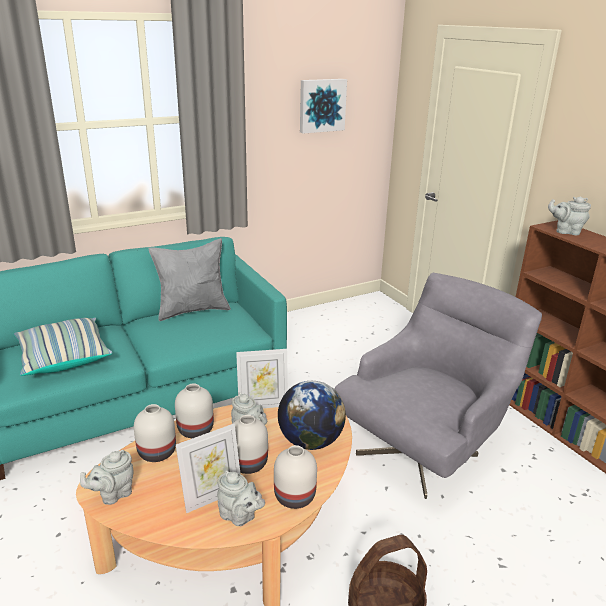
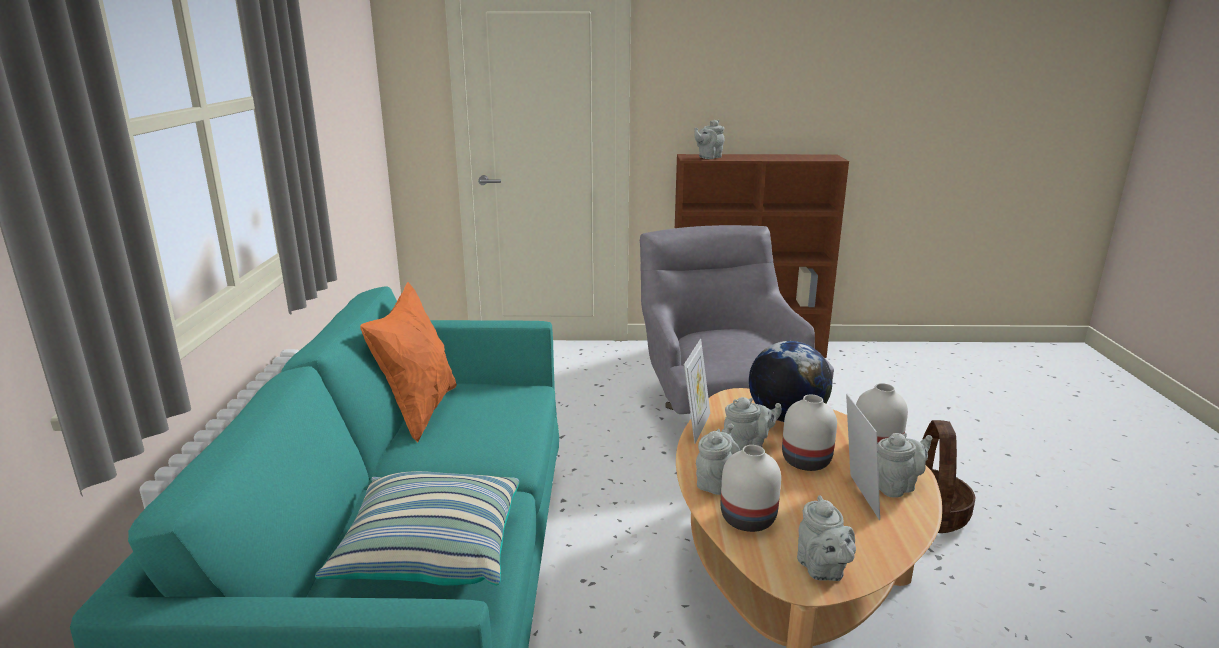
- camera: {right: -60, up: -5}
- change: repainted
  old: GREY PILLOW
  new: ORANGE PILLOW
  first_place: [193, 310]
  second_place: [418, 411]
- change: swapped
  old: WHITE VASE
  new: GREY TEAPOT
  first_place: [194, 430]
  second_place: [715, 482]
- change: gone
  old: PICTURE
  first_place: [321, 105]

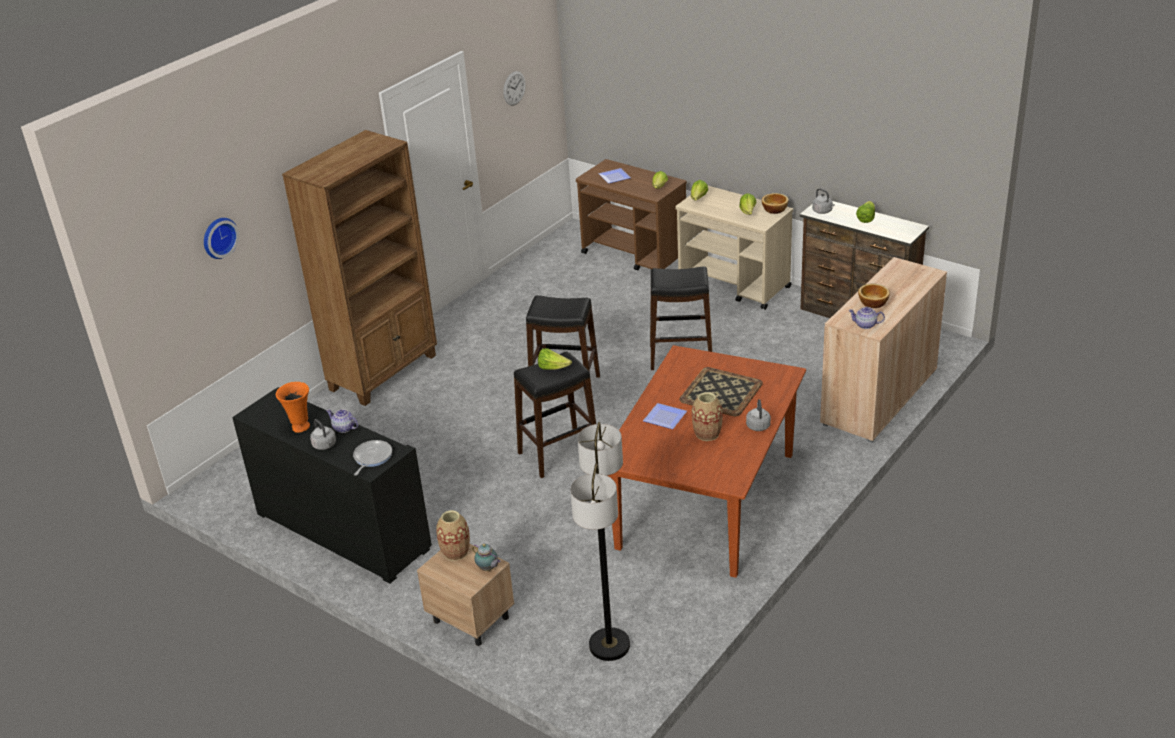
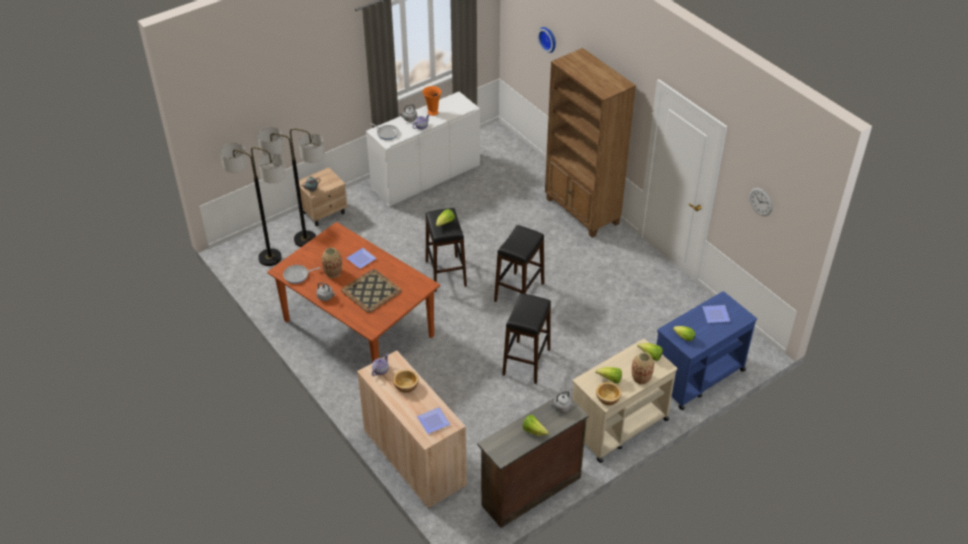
- camera: {right: 105, up: 10}
- change: new
  new: FLOOR LAMP
  second_place: [305, 239]
- change: new
  new: FRYING PAN
  second_place: [297, 275]
- change: repainted
  old: BLACK CABINET
  new: WHITE CABINET
  first_place: [343, 531]
  second_place: [426, 177]
- change: new
  new: PLATE
  second_place: [434, 422]
- change: shifted
  old: VASE
  first_place: [455, 552]
  second_place: [641, 378]
- change: repainted
  old: BROWN CART
  new: BLUE CART
  first_place: [635, 255]
  second_place: [696, 376]

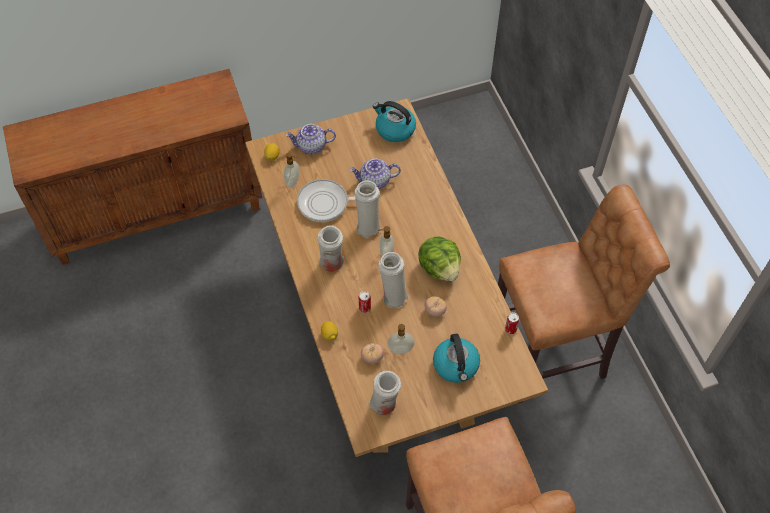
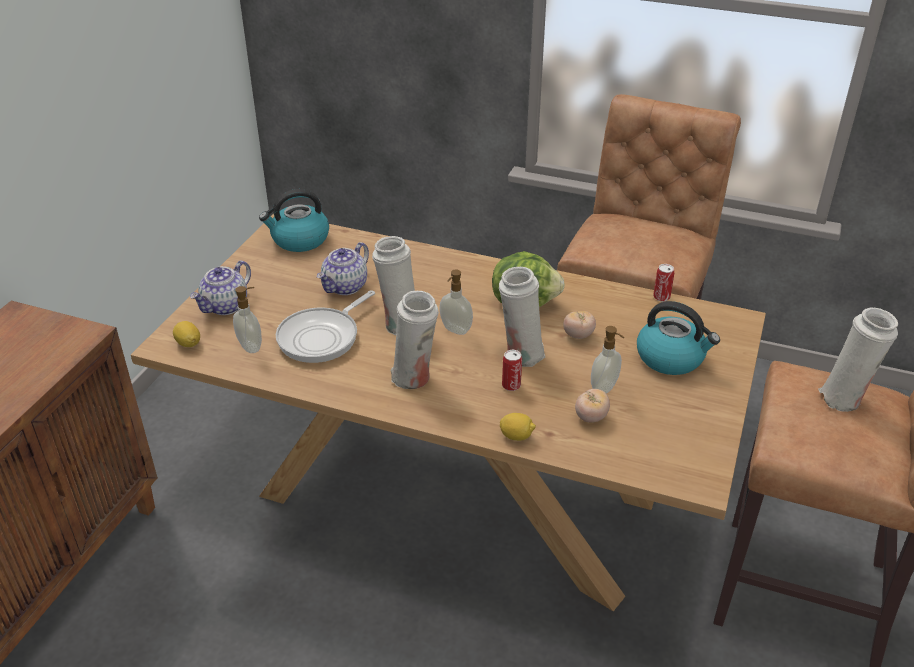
- camera: {right: -50, up: -20}
- change: shifted
  old: WHITE VASE
  first_place: [385, 406]
  second_place: [845, 399]

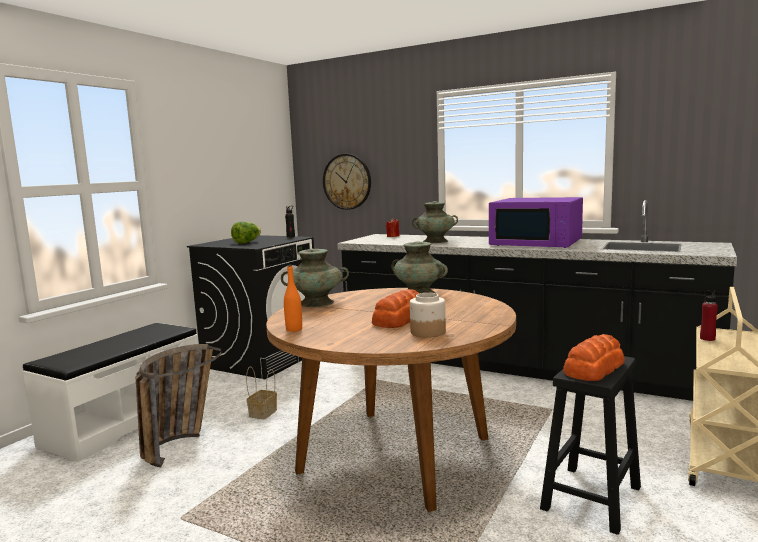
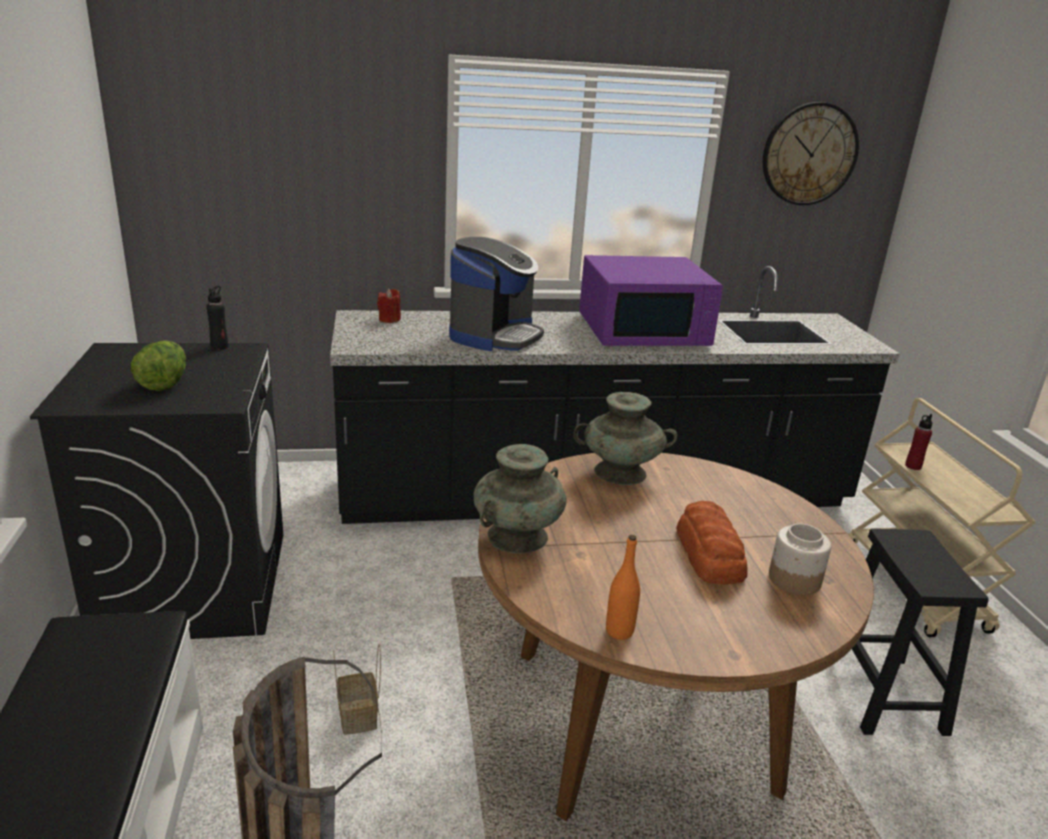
- camera: {right: -40, up: 15}
- change: swapped
  old: TURQUOISE VASE
  new: COFFEE MACHINE
  first_place: [435, 241]
  second_place: [495, 335]
- change: shifted
  old: WALL CLOCK
  first_place: [347, 181]
  second_place: [809, 154]
- change: gone
  old: BREAD
  first_place: [593, 369]

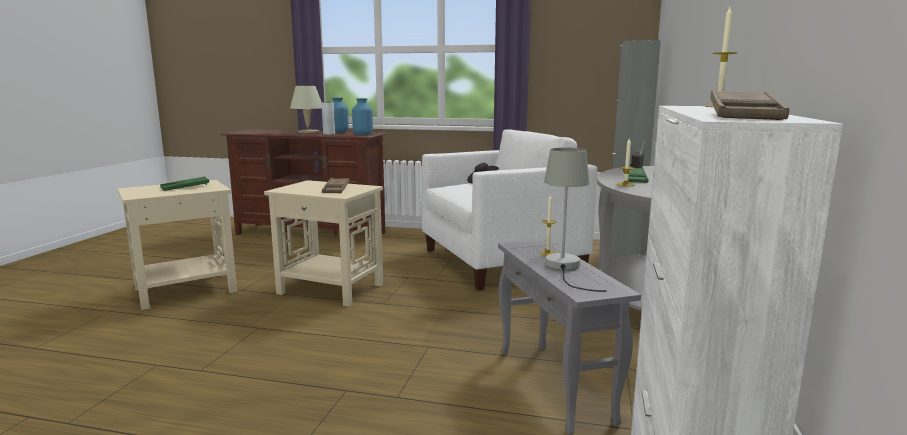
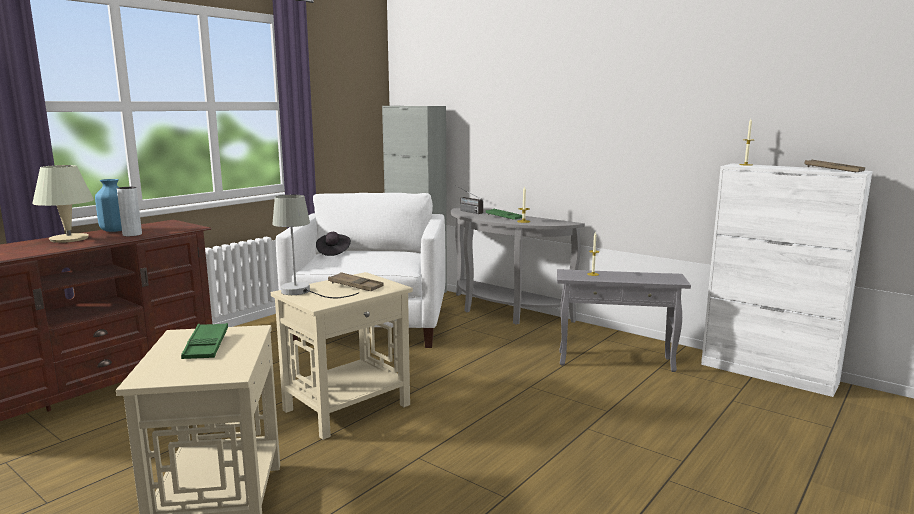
- camera: {right: -65, up: 0}
- change: shifted
  old: GREY TABLE LAMP
  first_place: [565, 268]
  second_place: [303, 292]
- change: gone
  old: BLUE VASE
  first_place: [362, 134]

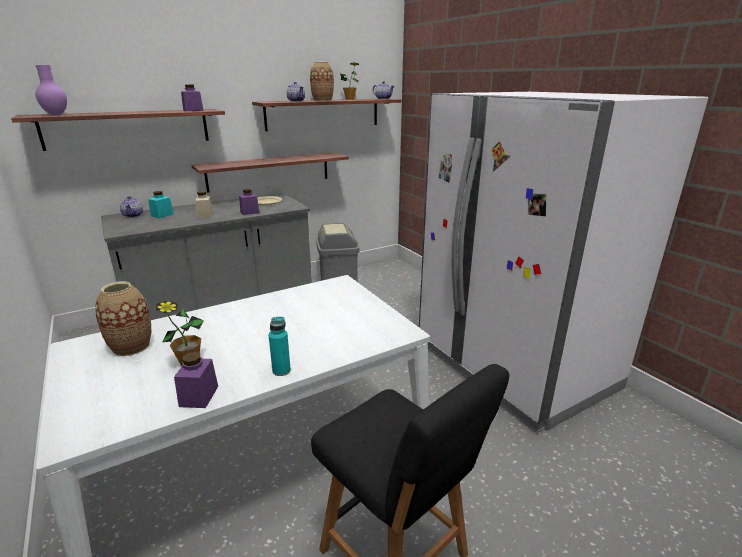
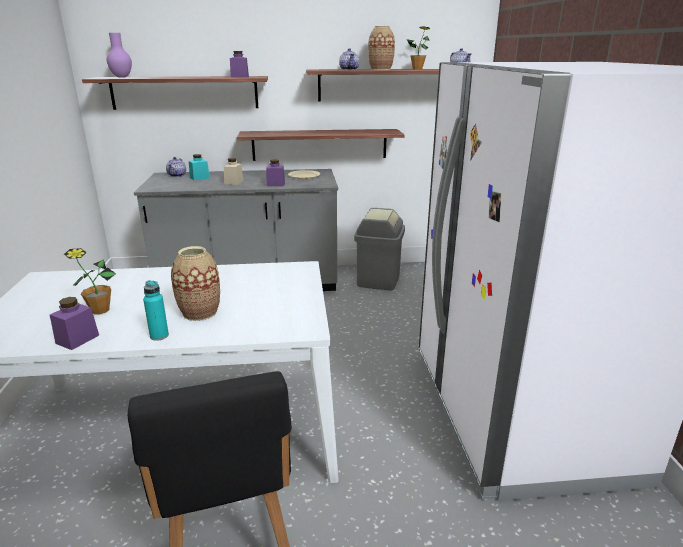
- camera: {right: 25, up: 0}
- change: shifted
  old: VASE
  first_place: [131, 346]
  second_place: [200, 312]

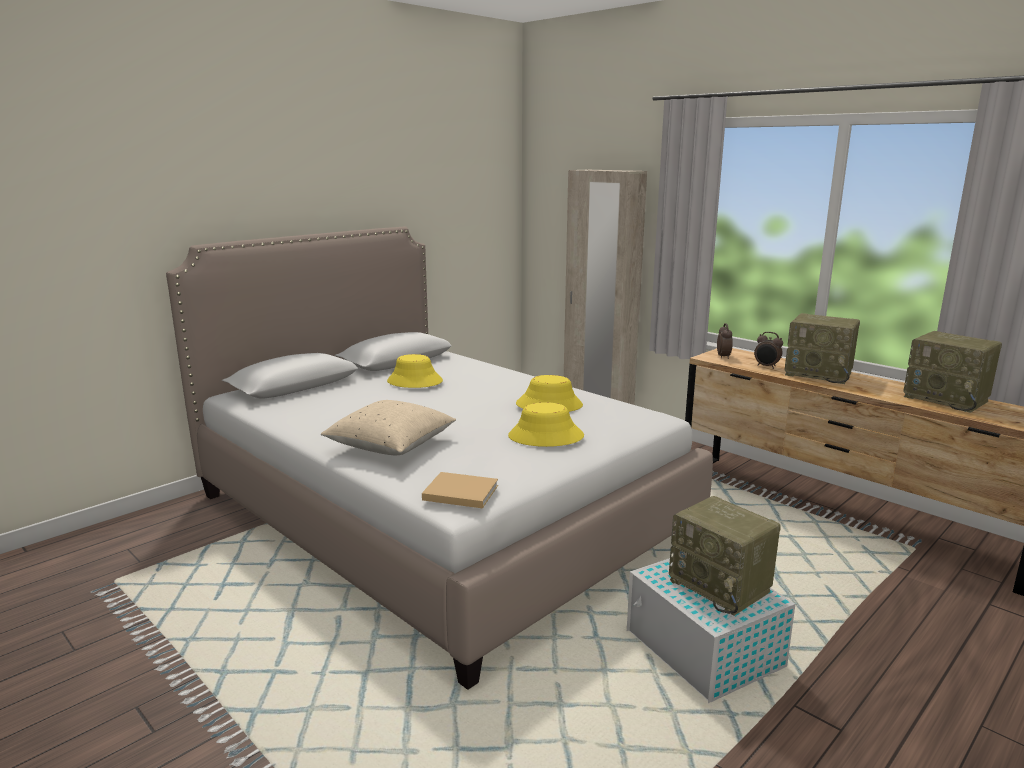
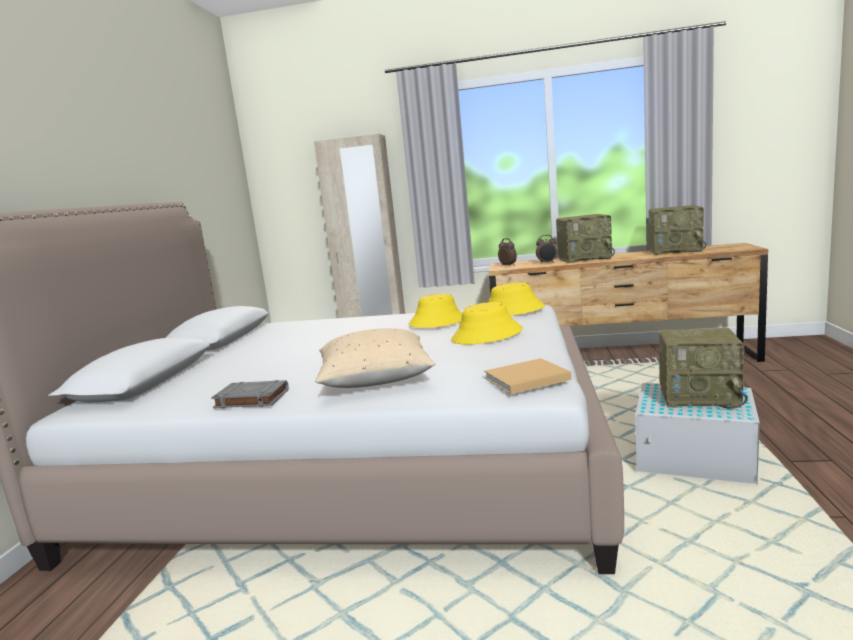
- camera: {right: -35, up: -5}
- change: new
  new: GREY BOOK
  second_place: [251, 399]
- change: shifted
  old: YELLOW HAT
  first_place: [414, 381]
  second_place: [512, 311]

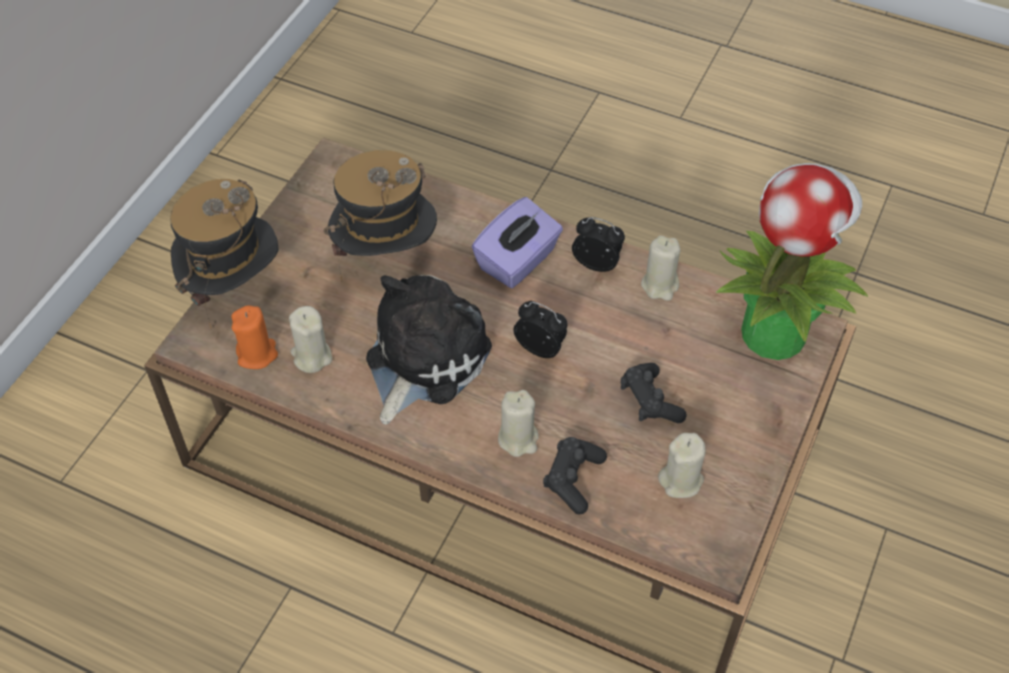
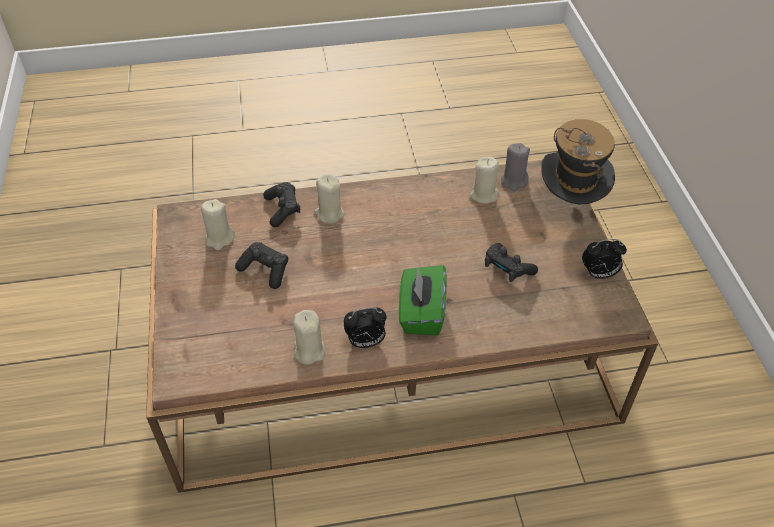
- camera: {right: 145, up: -5}
- change: repainted
  old: PURPLE TISSUE BOX
  new: GREEN TISSUE BOX
  first_place: [518, 261]
  second_place: [421, 313]
- change: swapped
  old: HAT
  new: BLACK GAME CONTROLLER
  first_place: [386, 257]
  second_place: [507, 269]
- change: repainted
  old: ORANGE CANDLE
  new: GREY CANDLE
  first_place: [257, 354]
  second_place: [514, 181]
- change: shifted
  old: ALARM CLOCK
  first_place: [541, 348]
  second_place: [598, 274]
- change: gone
  old: PLUSH TOY
  first_place: [422, 359]
- change: gone
  old: POTTED PLANT
  first_place: [774, 331]

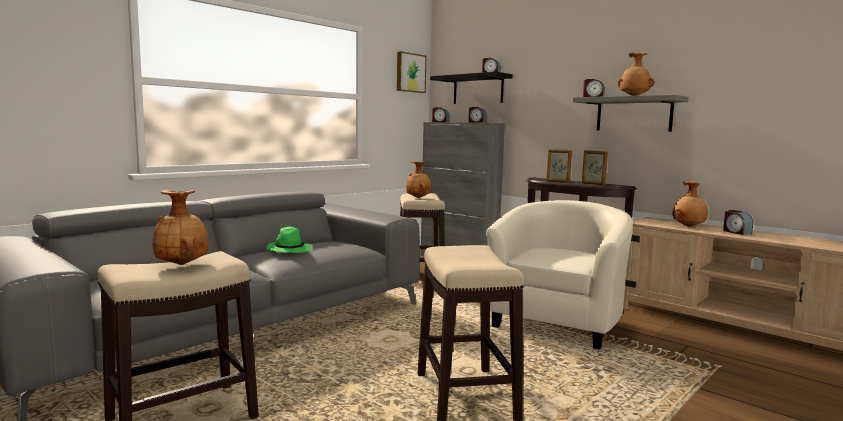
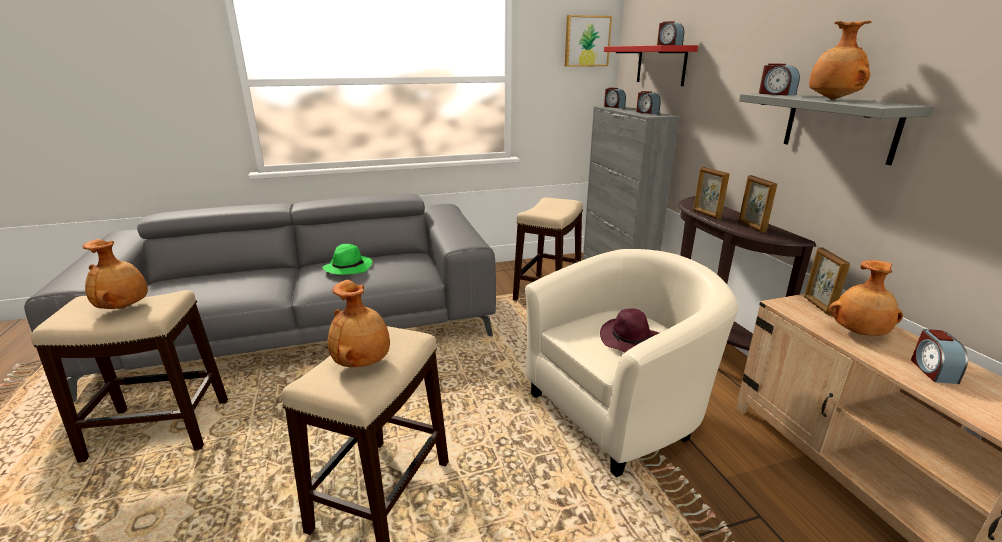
- camera: {right: 30, up: 15}
- change: shifted
  old: BROWN VASE
  first_place: [418, 198]
  second_place: [363, 363]
- change: new
  new: PURPLE HAT
  second_place: [631, 340]
- change: repainted
  old: BLACK SHELF
  new: RED SHELF
  first_place: [478, 89]
  second_place: [661, 65]
- change: new
  new: PICTURE FRAME
  second_place: [817, 306]

